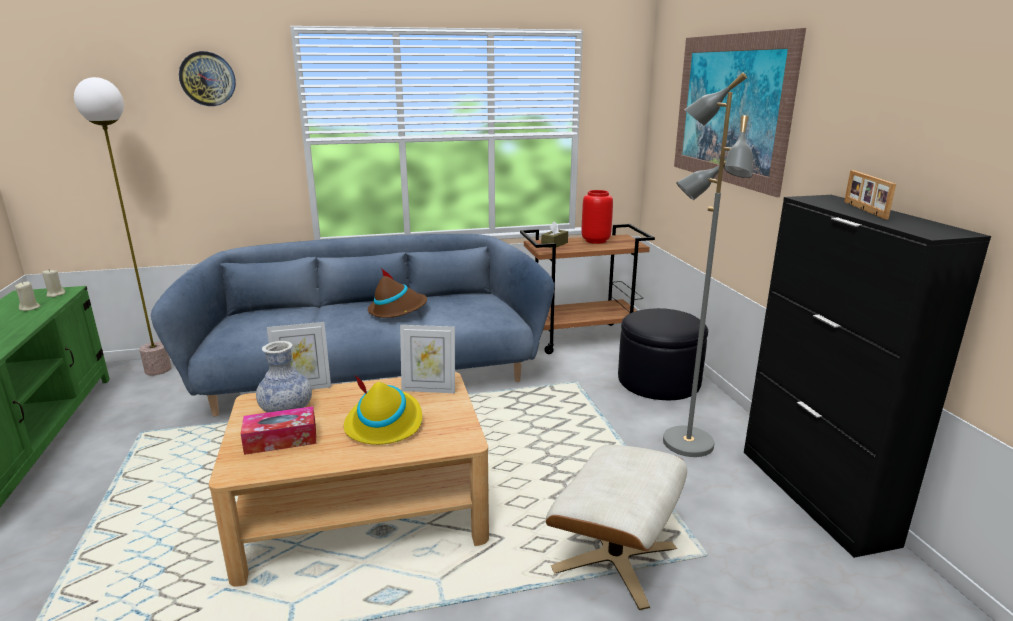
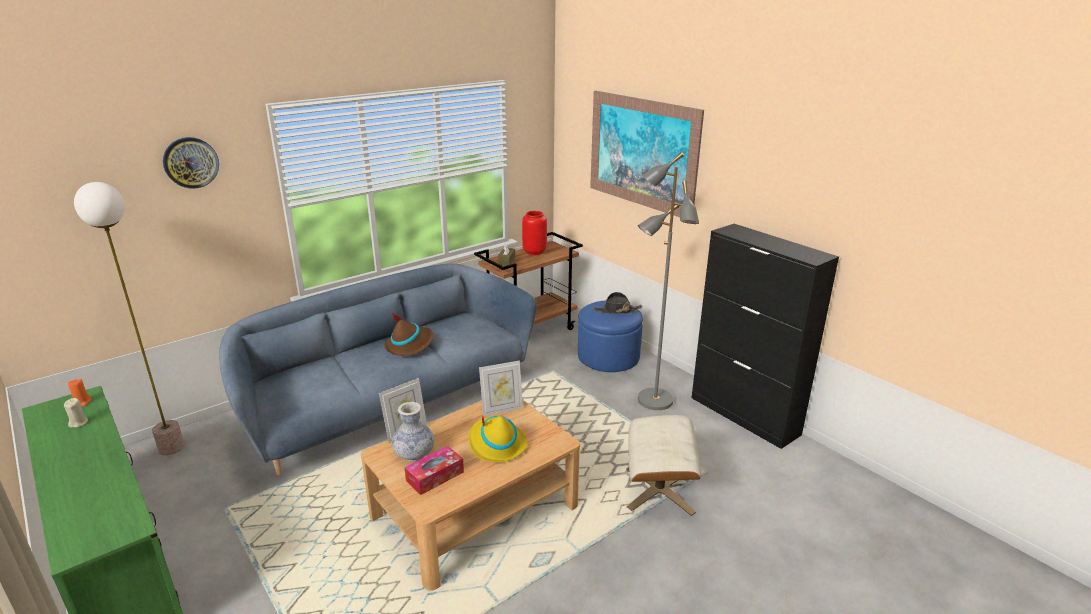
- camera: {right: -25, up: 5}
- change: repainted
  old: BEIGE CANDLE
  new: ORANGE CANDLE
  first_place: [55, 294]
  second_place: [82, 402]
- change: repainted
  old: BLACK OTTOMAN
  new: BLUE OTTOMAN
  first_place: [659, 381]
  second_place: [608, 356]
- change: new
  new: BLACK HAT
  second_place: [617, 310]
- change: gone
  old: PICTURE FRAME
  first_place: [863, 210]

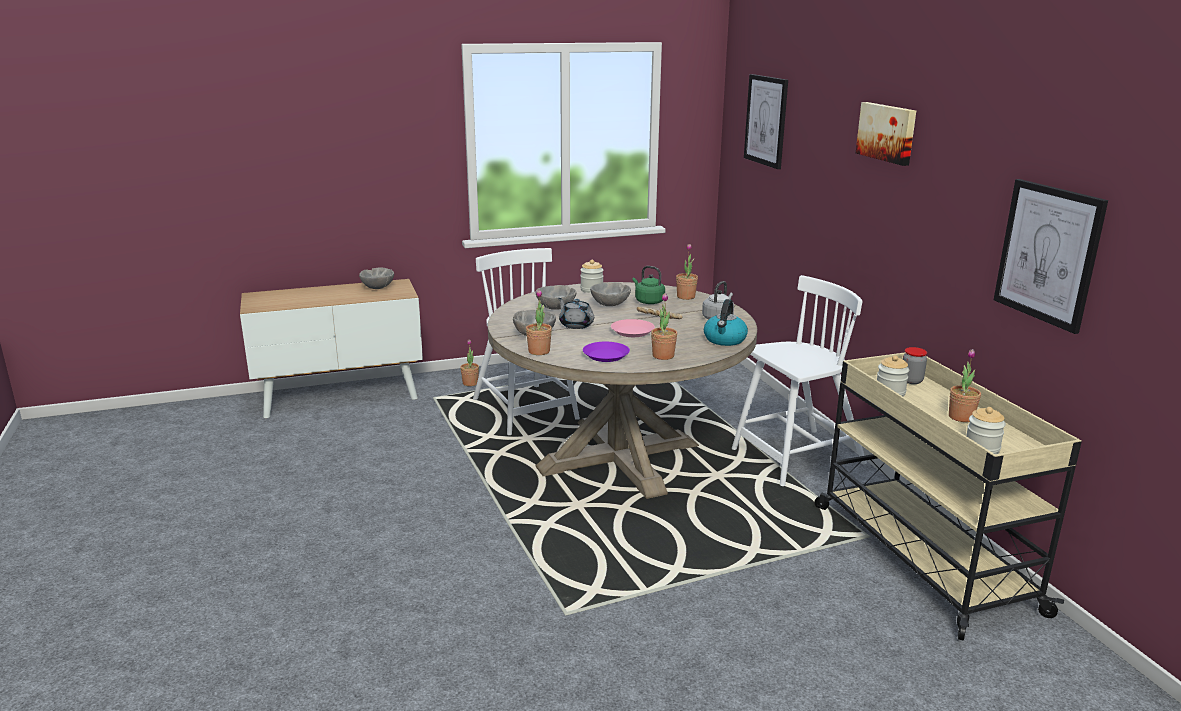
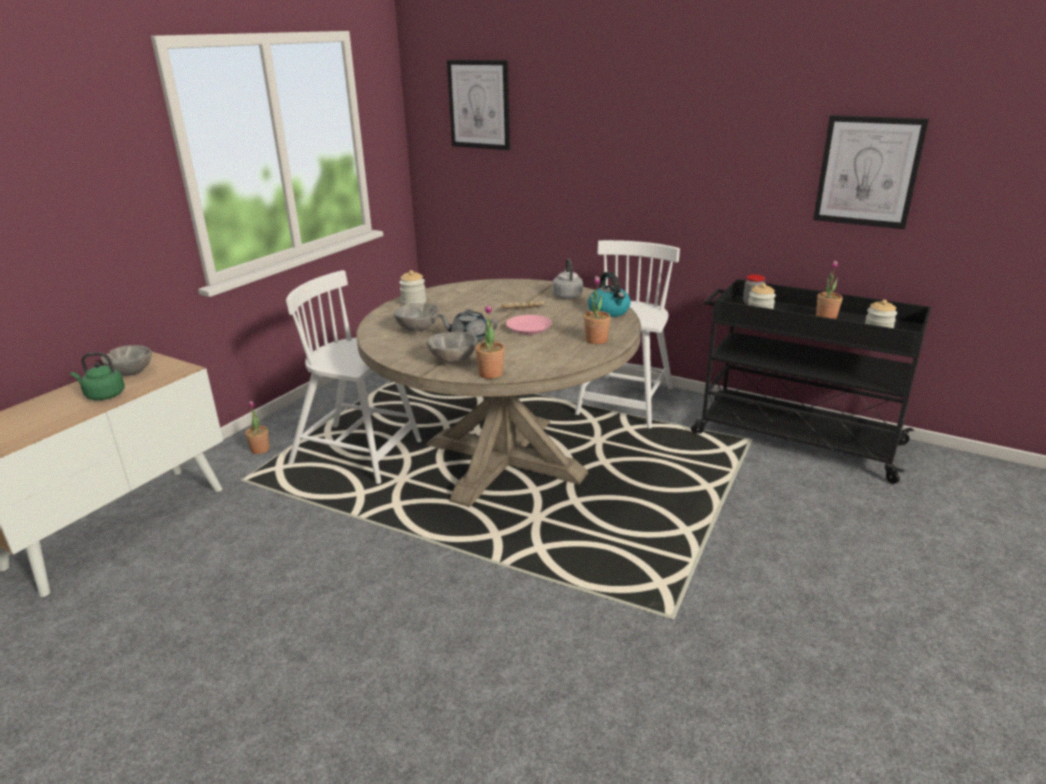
- camera: {right: -40, up: 5}
- change: shifted
  old: GREEN KETTLE
  first_place: [648, 301]
  second_place: [103, 395]
- change: repainted
  old: BEIGE CART
  new: BLACK CART
  first_place: [920, 556]
  second_place: [794, 438]
- change: gone
  old: PURPLE PLATE
  first_place: [606, 356]
- change: gone
  old: GREY BOWL
  first_place: [610, 305]
- change: gone
  old: POTTED PLANT
  first_place: [686, 297]
- change: gone
  old: PICTURE
  first_place: [887, 132]

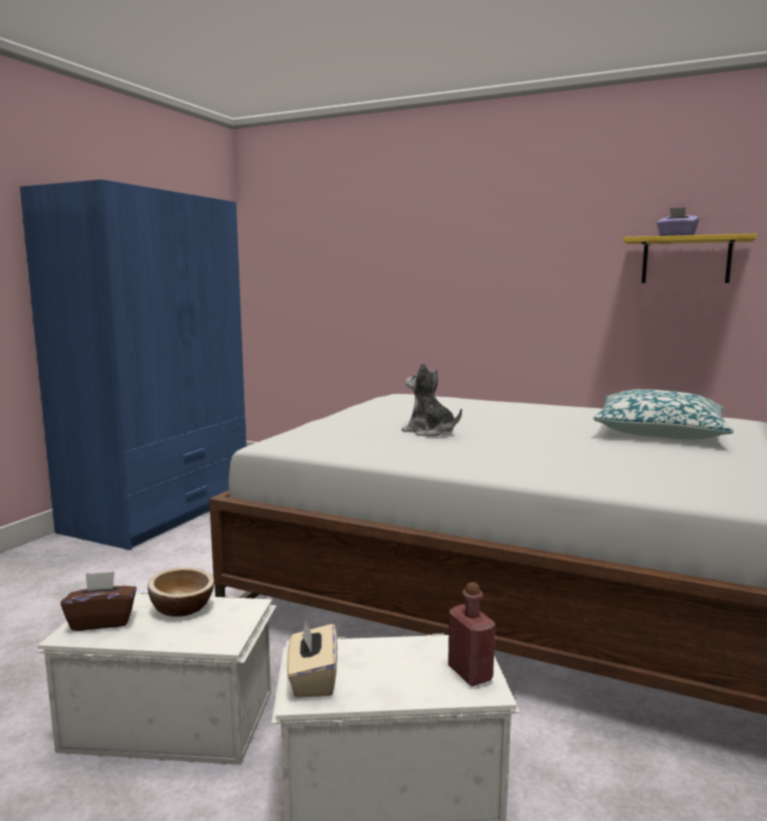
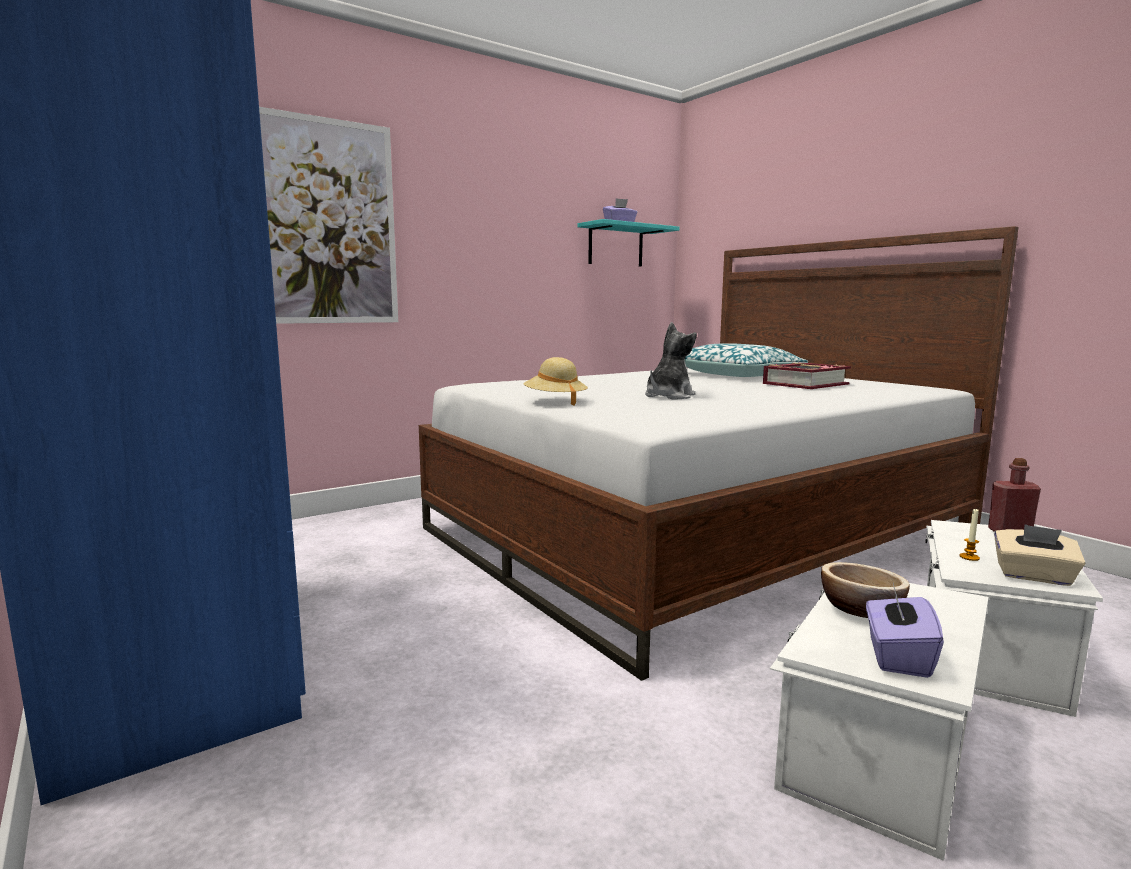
- camera: {right: -60, up: 0}
- change: new
  new: PICTURE
  second_place: [328, 223]
- change: new
  new: BEIGE HAT
  second_place: [555, 401]
- change: repainted
  old: YELLOW SHELF
  new: TURQUOISE SHELF
  first_place: [686, 260]
  second_place: [615, 246]
- change: rotated
  old: PLUSH TOY
  first_place: [429, 432]
  second_place: [668, 396]
  degrees: 150
- change: new
  new: BOOK
  second_place: [805, 384]
- change: repainted
  old: BROWN TISSUE BOX
  new: PURPLE TISSUE BOX
  first_place: [102, 621]
  second_place: [897, 656]
- change: new
  new: CANDLE
  second_place: [969, 557]

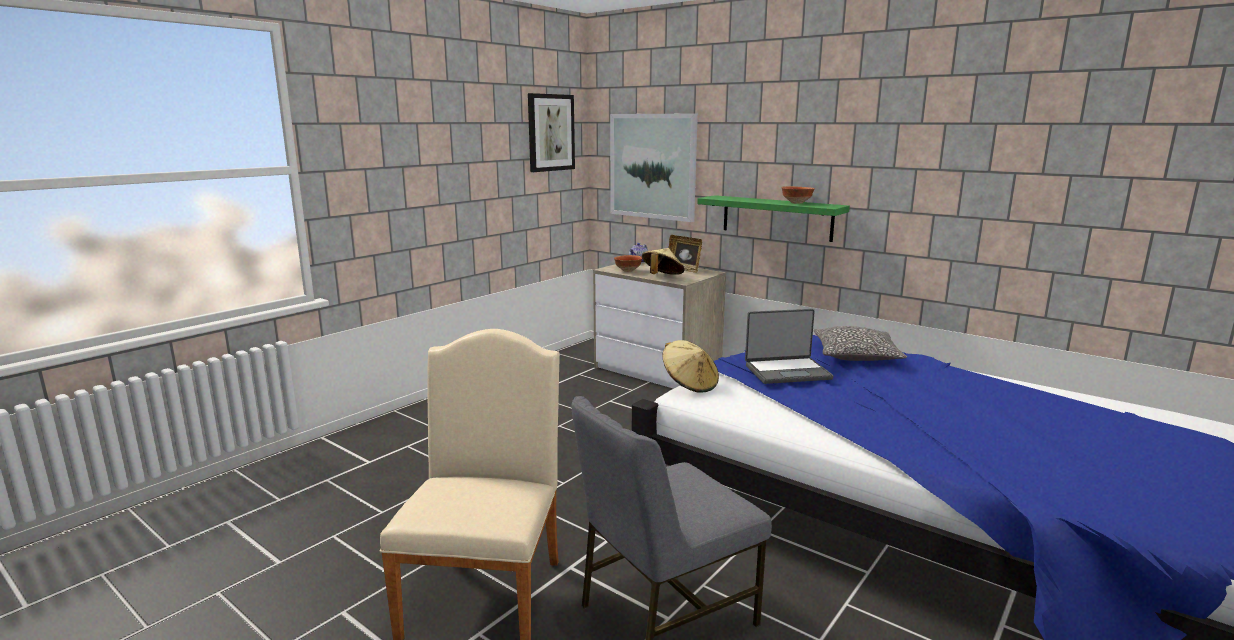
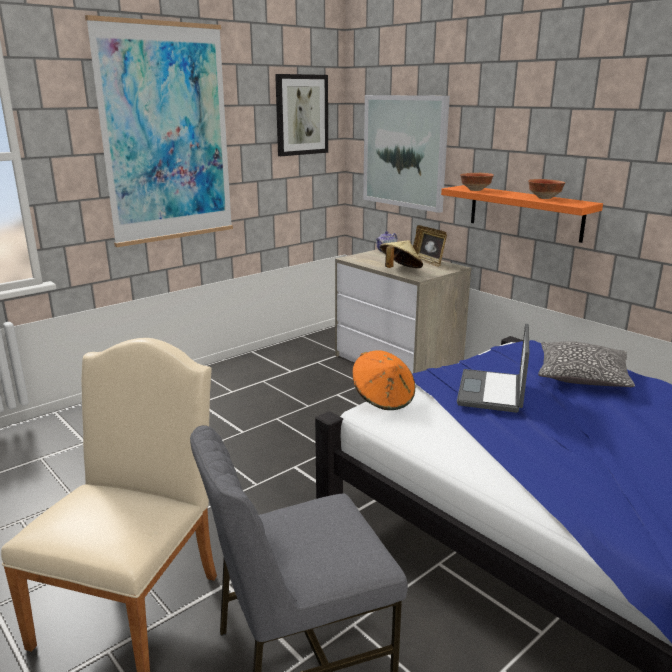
- camera: {right: 10, up: 5}
- change: new
  new: PICTURE
  second_place: [166, 135]
- change: repainted
  old: BEIGE HAT
  new: ORANGE HAT
  first_place: [690, 384]
  second_place: [383, 399]
- change: repainted
  old: GREEN SHELF
  new: ORANGE SHELF
  first_place: [776, 218]
  second_place: [525, 212]
- change: rotated
  old: LAPTOP
  first_place: [787, 371]
  second_place: [492, 392]
  degrees: 105
- change: shifted
  old: BOWL
  first_place: [627, 271]
  second_place: [475, 190]

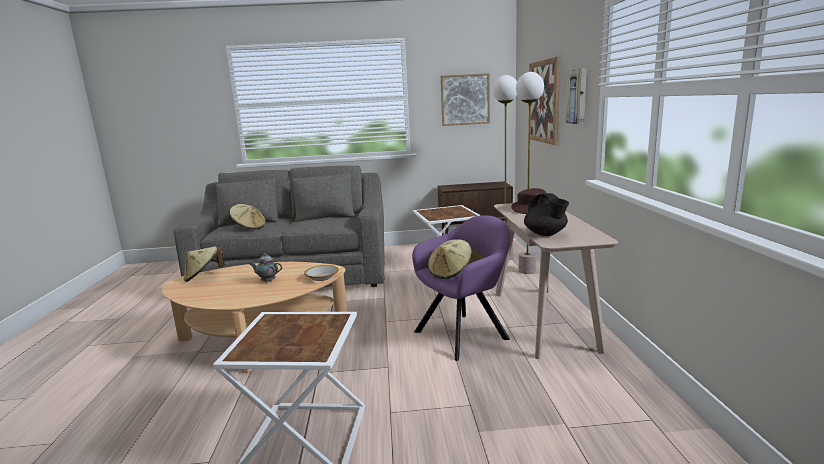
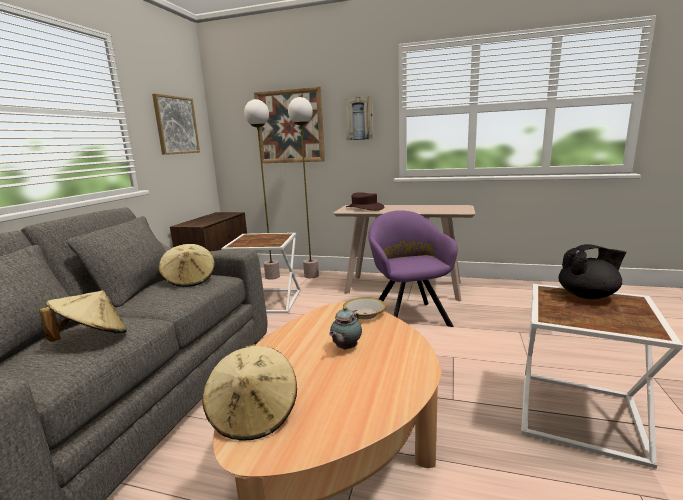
- camera: {right: -70, up: 0}
- change: shifted
  old: BEIGE HAT
  first_place: [450, 272]
  second_place: [190, 280]
- change: shifted
  old: BLACK TEAPOT
  first_place: [545, 234]
  second_place: [588, 295]

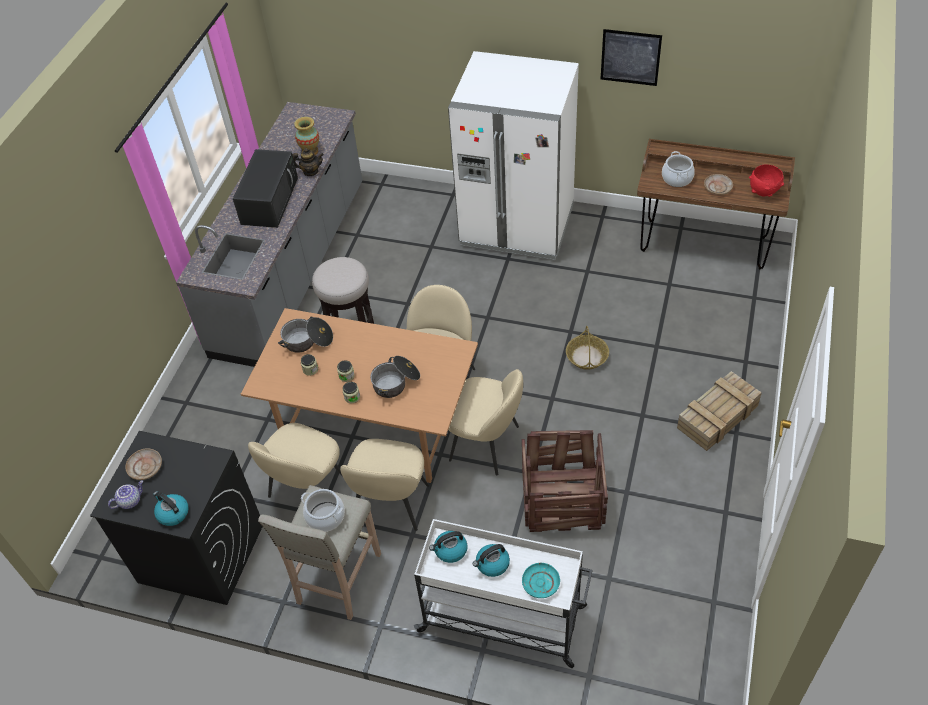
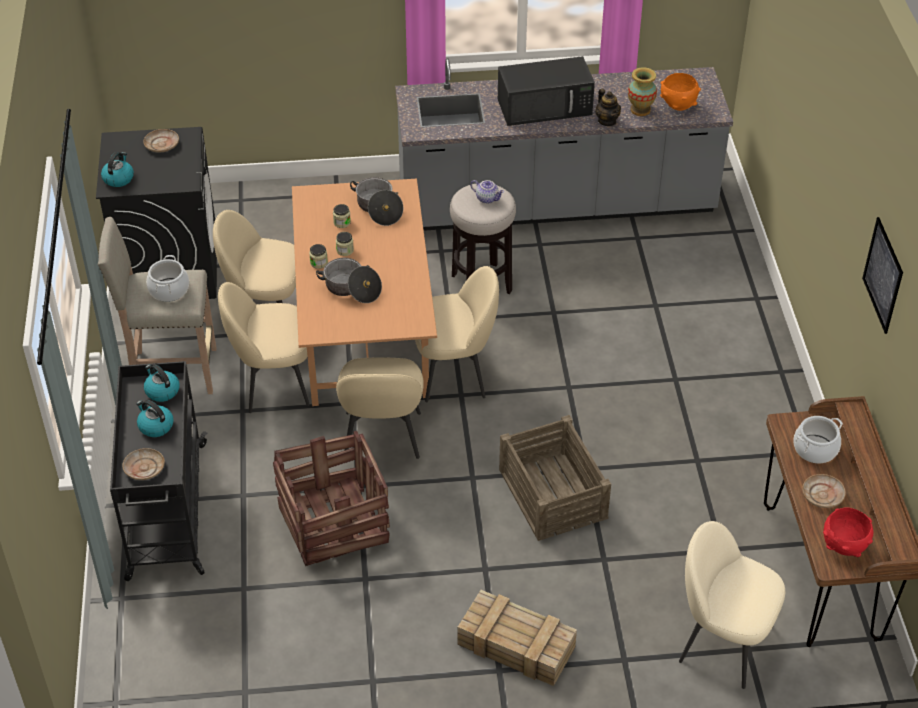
- camera: {right: 65, up: -5}
- change: repainted
  old: WHITE CART
  new: BLACK CART
  first_place: [504, 619]
  second_place: [167, 511]
- change: repainted
  old: TURQUOISE PLATE
  new: BEIGE PLATE
  first_place: [540, 583]
  second_place: [144, 468]
- change: shifted
  old: TEAPOT
  first_place: [130, 501]
  second_place: [487, 198]
- change: swapped
  old: BASKET
  new: CRATE
  first_place: [587, 357]
  second_place: [552, 494]
- change: new
  new: ORANGE BOWL
  second_place: [678, 106]
- change: new
  new: BEIGE CHAIR
  second_place: [723, 642]
- change: gone
  old: WHITE FRIDGE
  first_place: [517, 226]

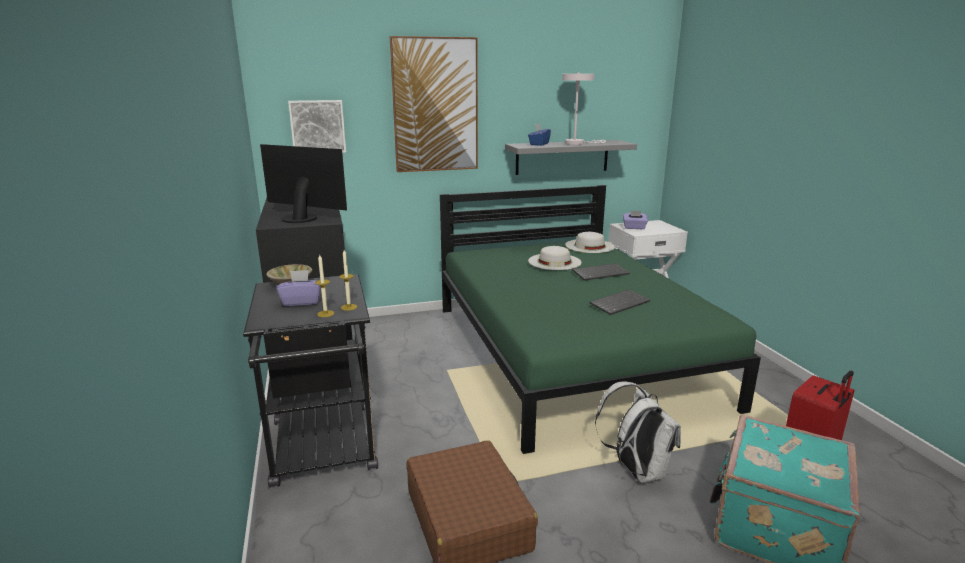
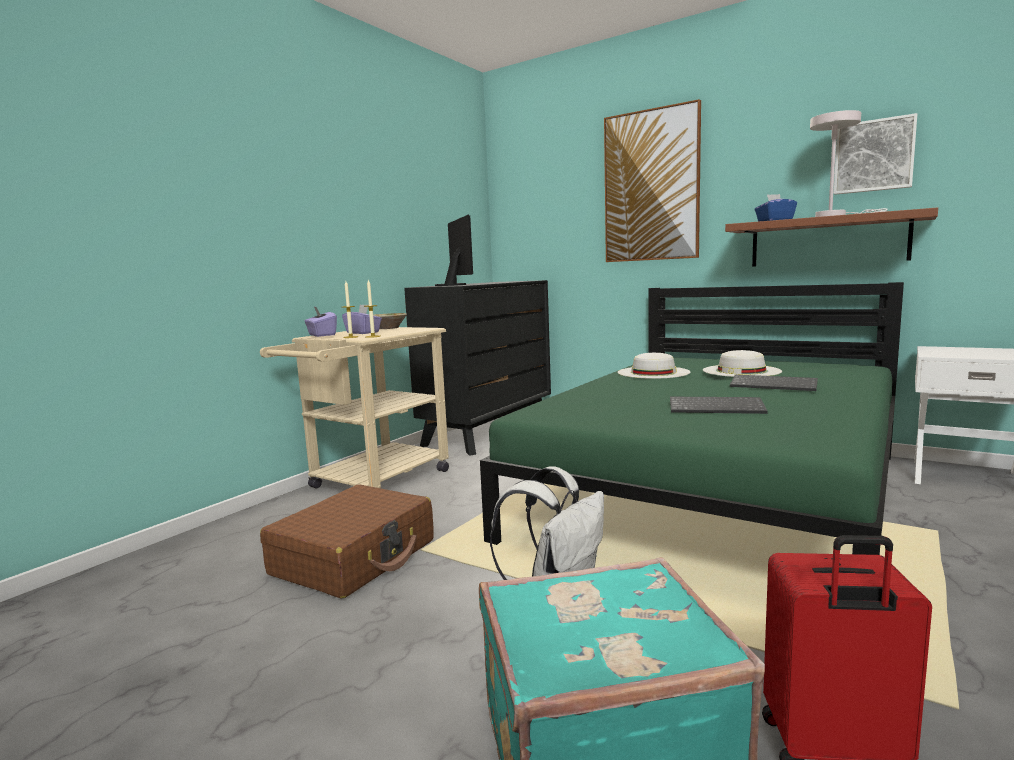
- camera: {right: 50, up: -10}
- change: repainted
  old: BLACK CART
  new: BEIGE CART
  first_place: [324, 452]
  second_place: [372, 483]
- change: shifted
  old: PURPLE TISSUE BOX
  first_place: [634, 228]
  second_place: [321, 335]
- change: shifted
  old: WHITE HAT
  first_place: [589, 246]
  second_place: [653, 372]
- change: repainted
  old: GREY SHELF
  new: BROWN SHELF
  first_place: [562, 157]
  second_place: [827, 241]
- change: shifted
  old: PICTURE
  first_place: [317, 126]
  second_place: [874, 156]

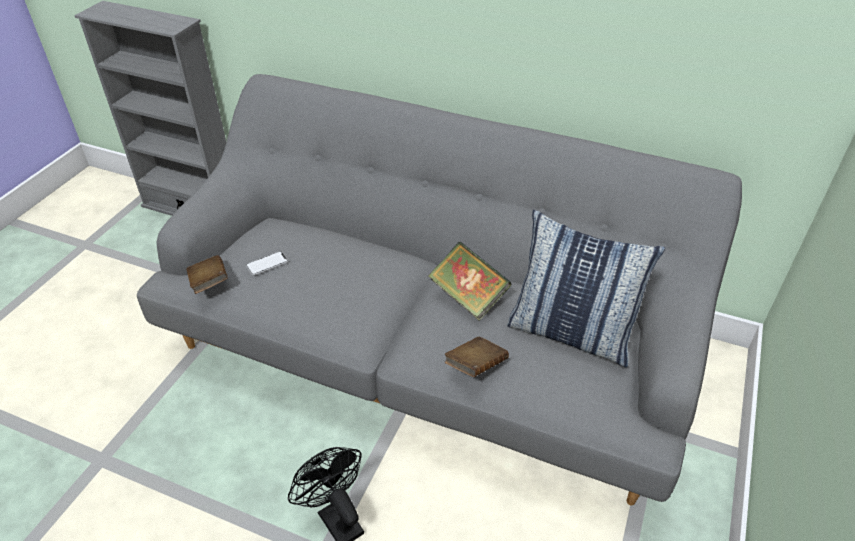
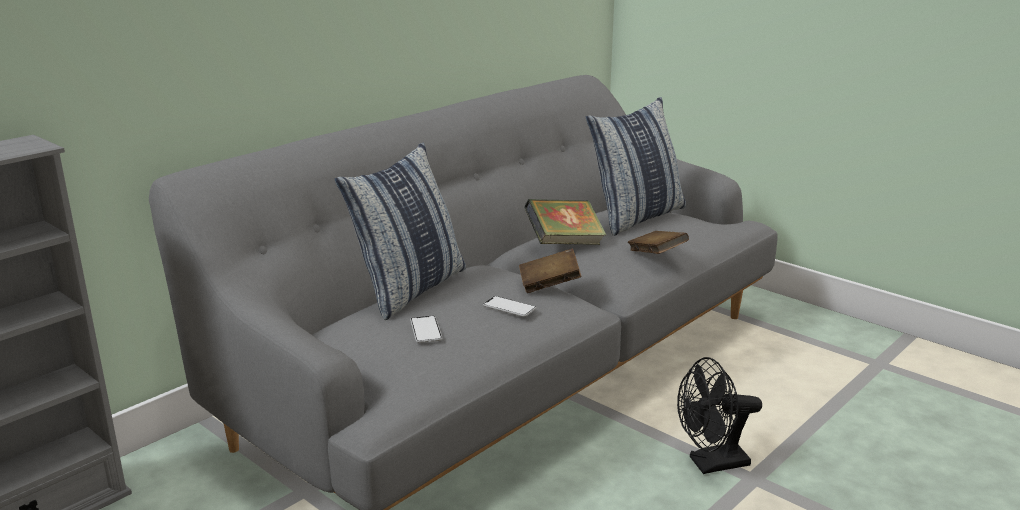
- camera: {right: -70, up: -20}
- change: new
  new: PILLOW
  second_place: [410, 289]
- change: new
  new: PHONE
  second_place: [509, 307]
- change: shifted
  old: BROWN BOOK
  first_place: [209, 283]
  second_place: [549, 285]

